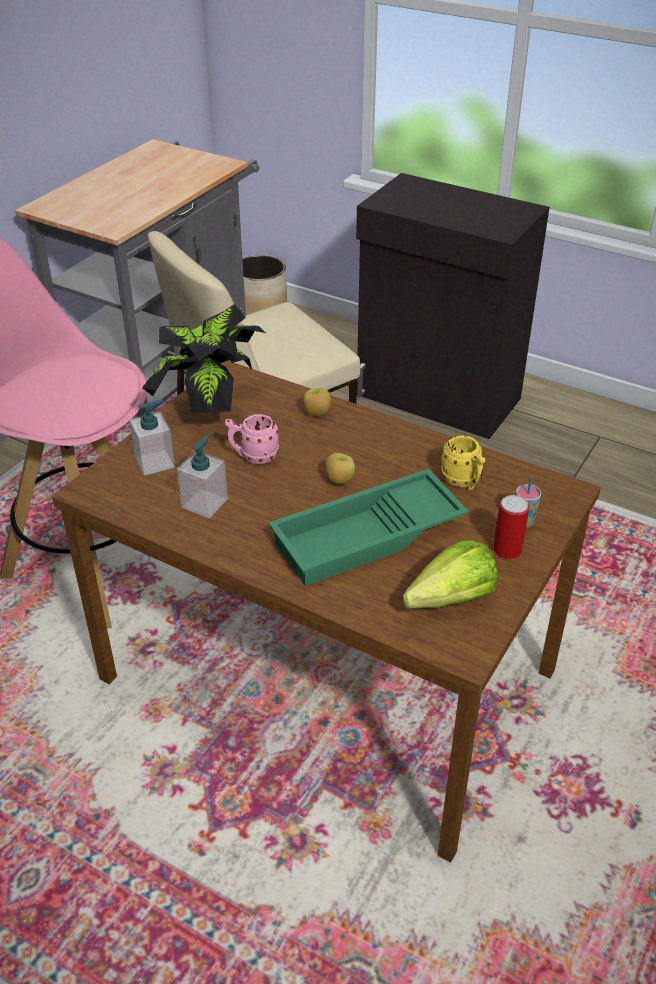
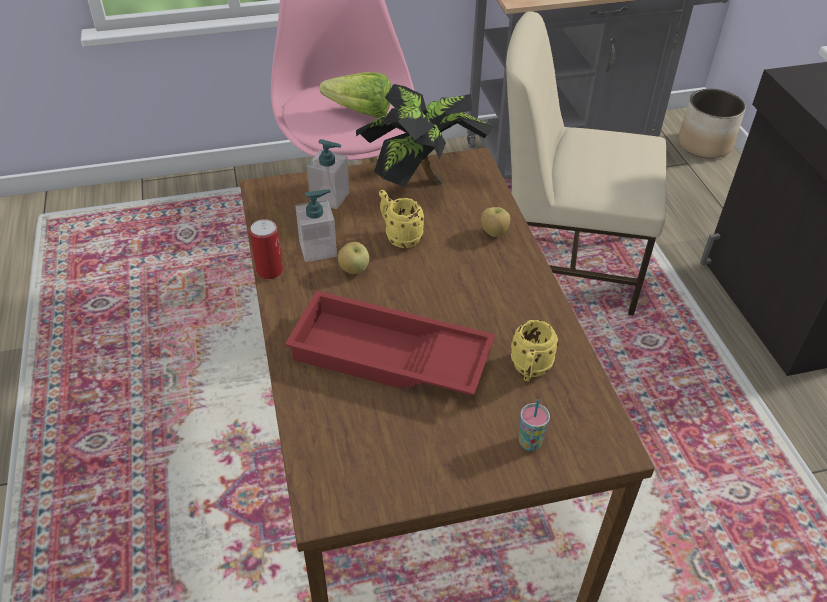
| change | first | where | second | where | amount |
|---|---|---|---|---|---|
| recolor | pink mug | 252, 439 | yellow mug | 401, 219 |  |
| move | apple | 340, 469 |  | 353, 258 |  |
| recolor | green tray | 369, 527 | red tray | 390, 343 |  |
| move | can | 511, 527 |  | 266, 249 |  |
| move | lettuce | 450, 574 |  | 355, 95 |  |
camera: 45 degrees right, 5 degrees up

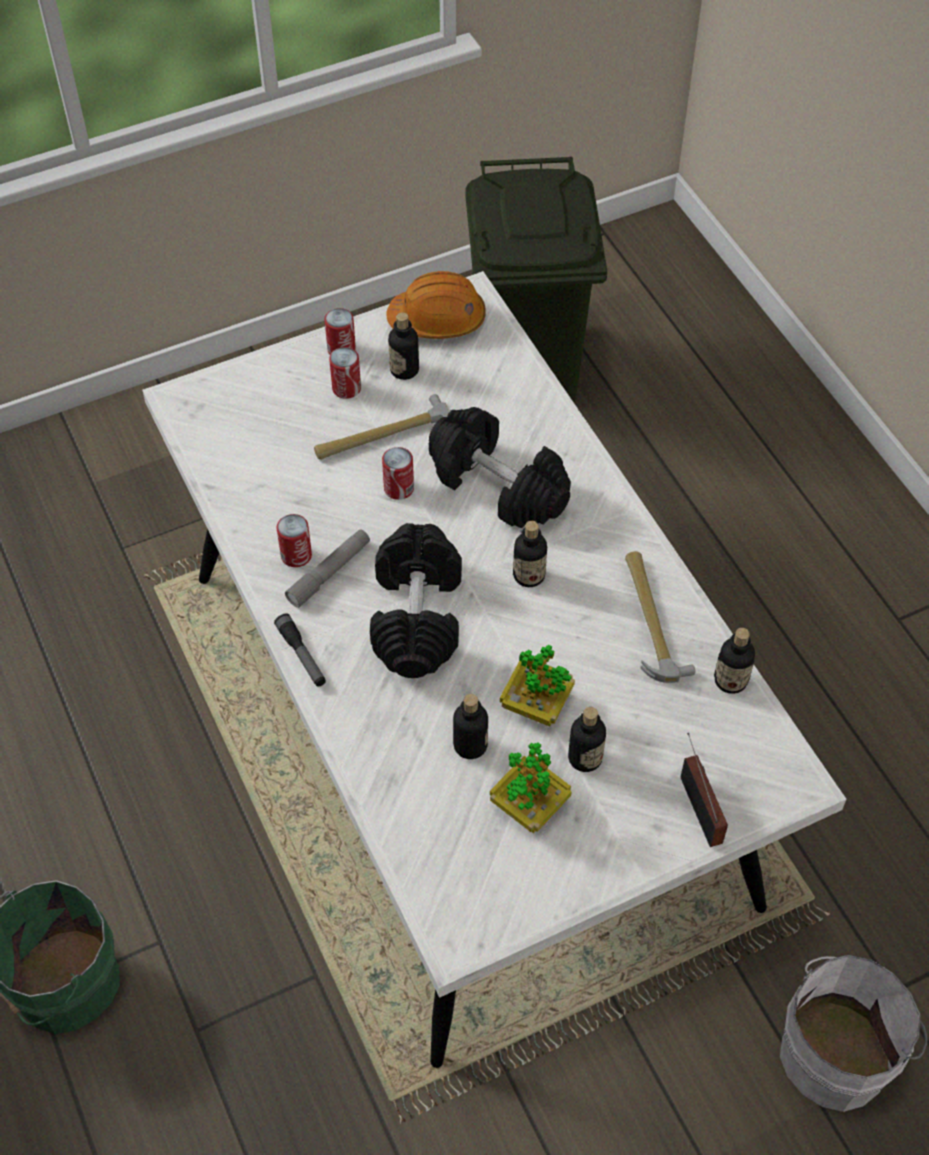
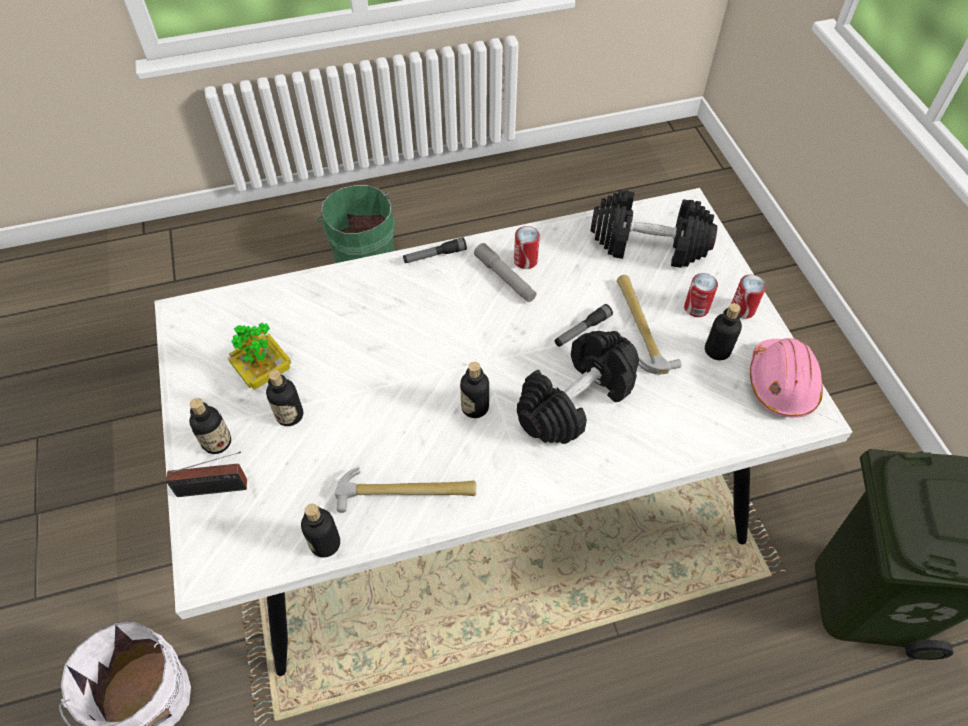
| change | first | where | second | where | amount |
|---|---|---|---|---|---|
| recolor | orange hard hat | 436, 305 | pink hard hat | 786, 378 |  |
| replace | can | 398, 473 | flashlight | 584, 325 |  |
| move | black dumbbell | 416, 600 |  | 654, 229 |  |
| delete | potted plant | 537, 685 |  |  |  |
| move | bottle | 470, 726 |  | 210, 426 |  |
camera: 100 degrees right, 0 degrees up

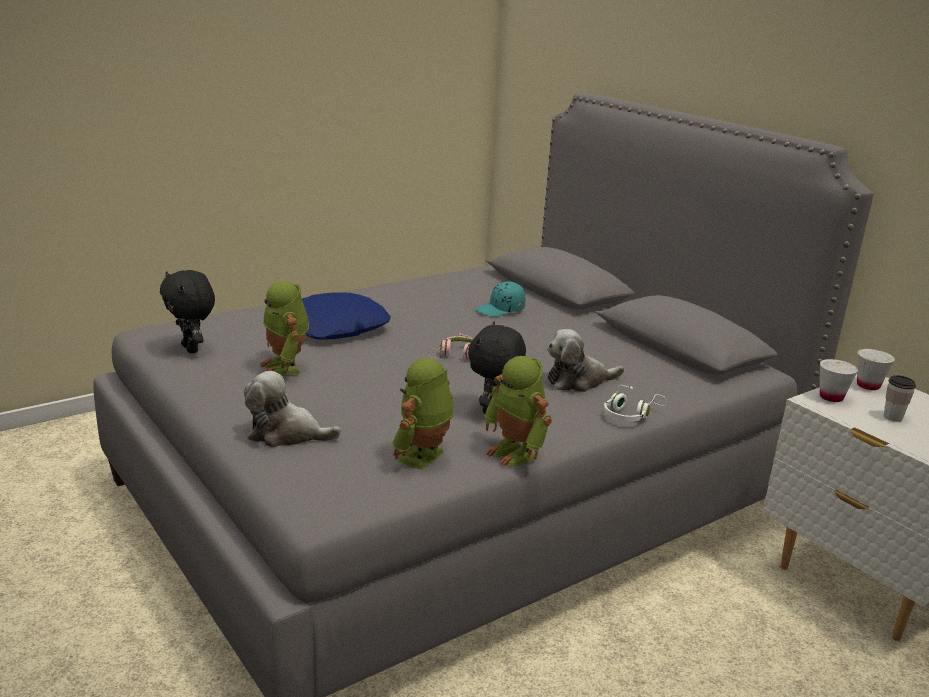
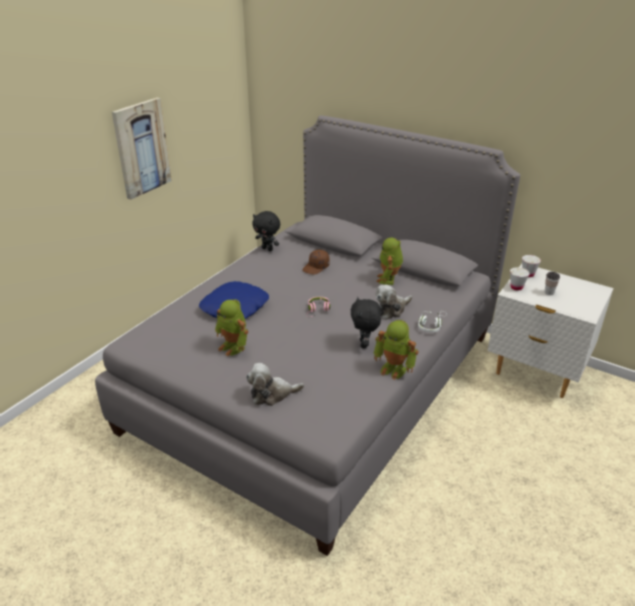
| change | first | where | second | where | amount |
|---|---|---|---|---|---|
| move | black plush toy | 187, 311 |  | 266, 231 |  |
| recolor | turquoise cap | 500, 299 | brown cap | 316, 262 |  |
| move | toy robot | 423, 414 |  | 389, 261 |  |
| insert |  |  | picture | 142, 148 |  |
camera: 20 degrees left, 10 degrees up

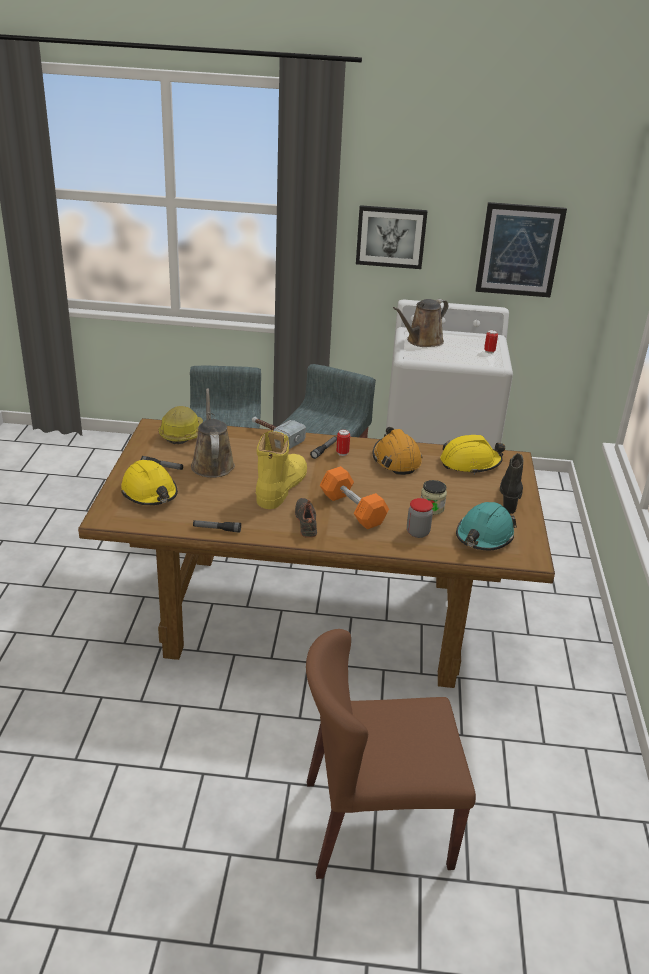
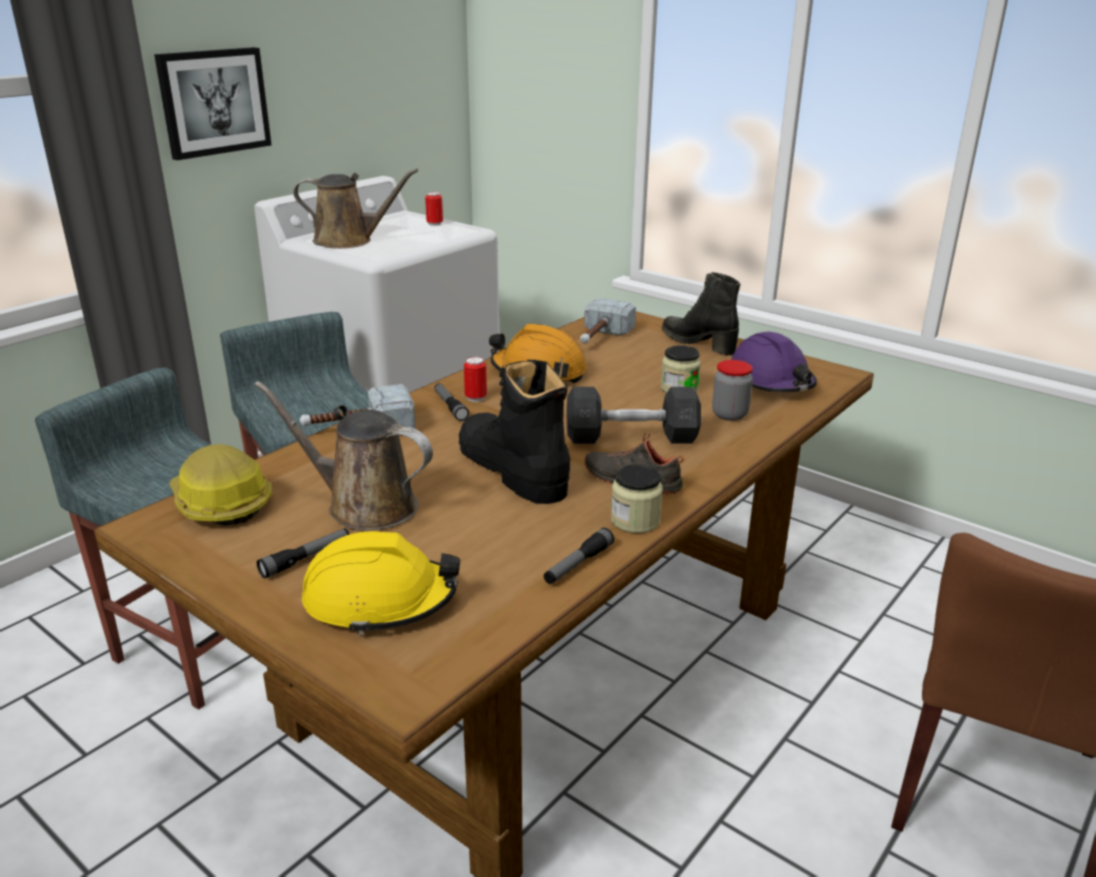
| change | first | where | second | where | amount |
|---|---|---|---|---|---|
| delete | picture | 521, 249 |  |  |  |
| rotate | brown watering can | 420, 323 |  | 355, 208 | 75 degrees counterclockwise |
| recolor | yellow boot | 281, 469 | black boot | 514, 432 |  |
| replace | yellow hard hat | 472, 454 | hammer | 608, 320 |  |
| recolor | orange dumbbell | 354, 497 | grey dumbbell | 634, 415 |  |
| recolor | turquoise hard hat | 486, 526 | purple hard hat | 774, 362 |  |
| insert |  |  | jar | 637, 498 |  |
camera: 55 degrees left, 5 degrees down

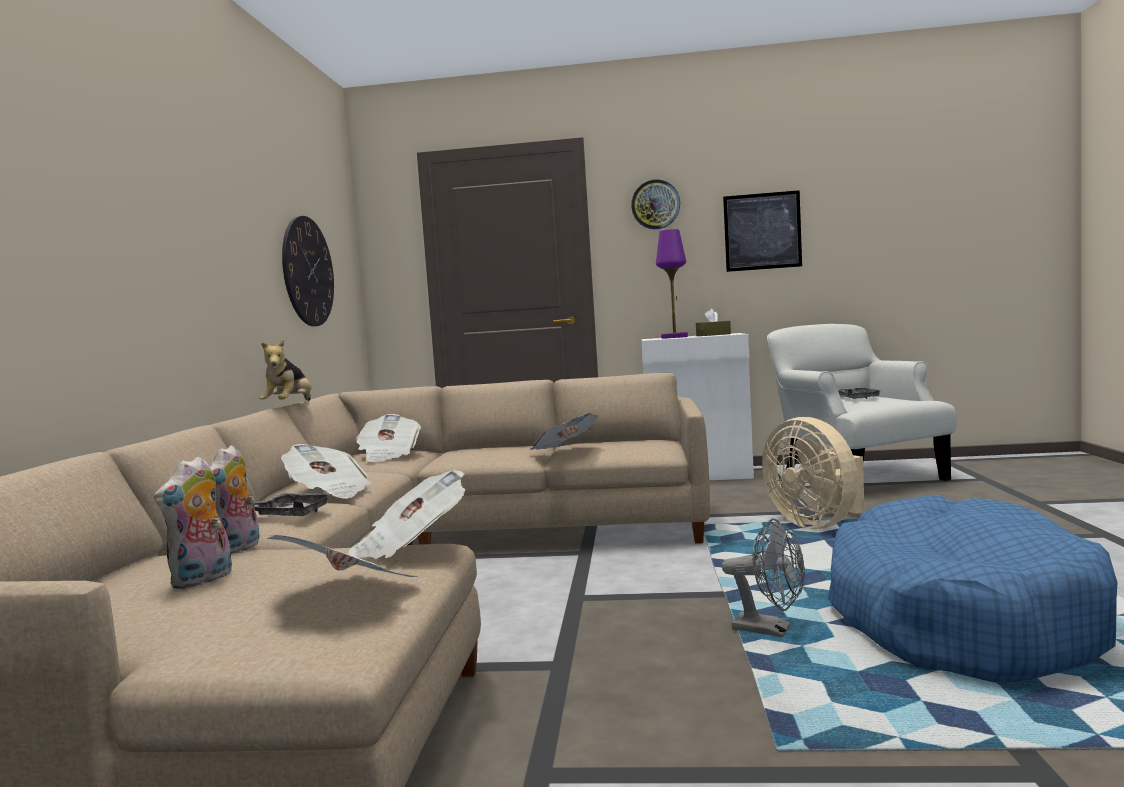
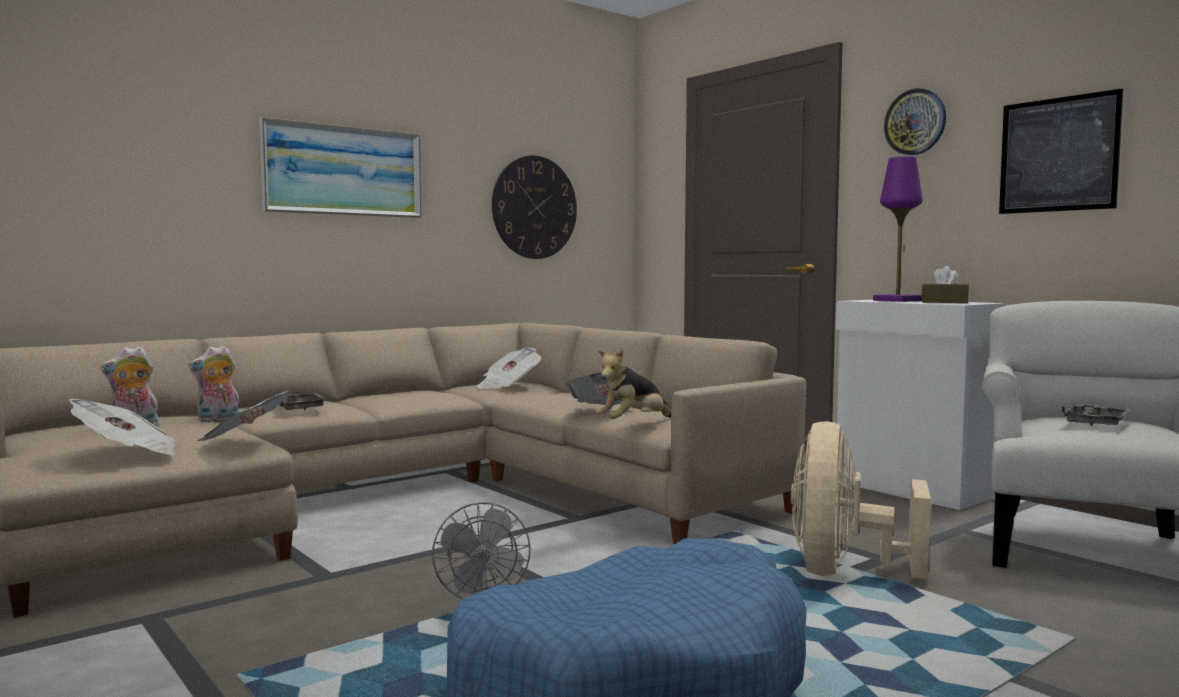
| change | first | where | second | where | amount |
|---|---|---|---|---|---|
| move | plush toy | 285, 370 |  | 633, 383 |  |
| delete | newspaper | 326, 471 |  |  |  |
| insert |  |  | picture | 340, 167 |  |
camera: 45 degrees right, 0 degrees up

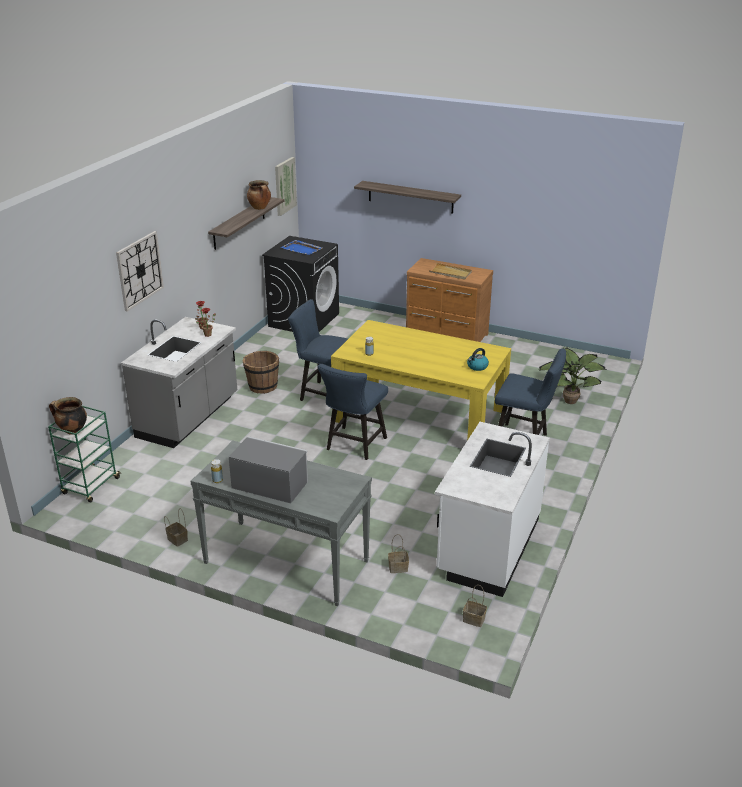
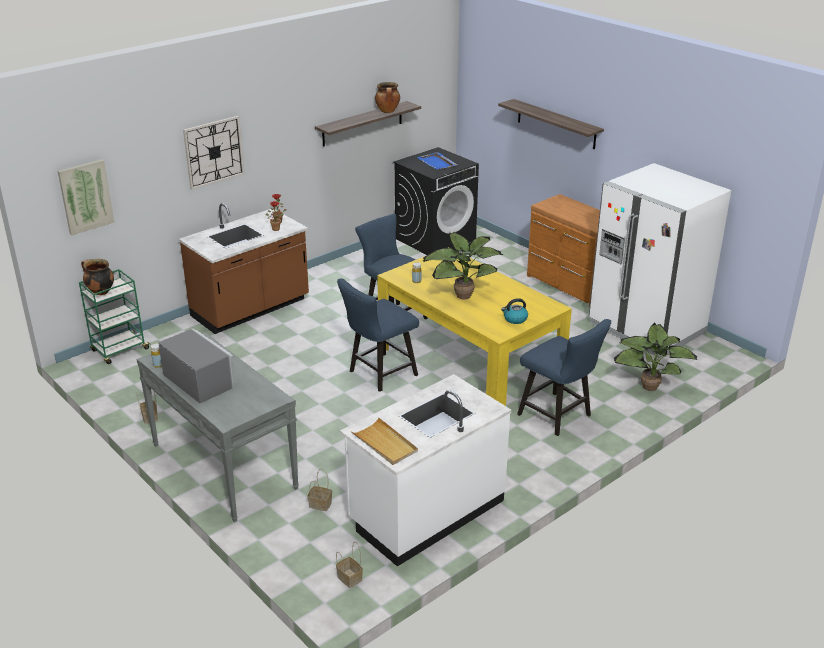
| change | first | where | second | where | amount |
|---|---|---|---|---|---|
| move | picture | 286, 186 |  | 86, 197 |  |
| move | beige tray | 450, 271 |  | 384, 441 |  |
| recolor | grey counter | 179, 382 | brown counter | 244, 268 |  |
| delete | brown bucket | 261, 372 |  |  |  |
| insert |  |  | white fridge | 660, 260 |  |
| insert |  |  | potted plant | 463, 266 |  |
camera: 25 degrees right, 0 degrees up

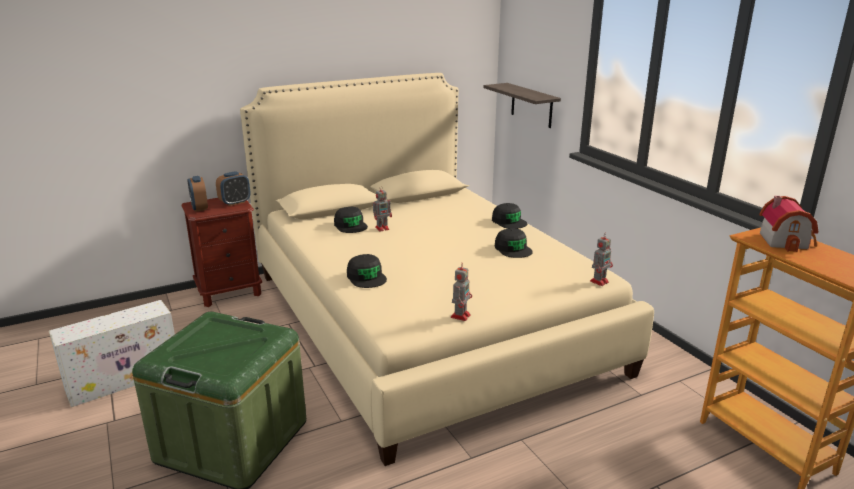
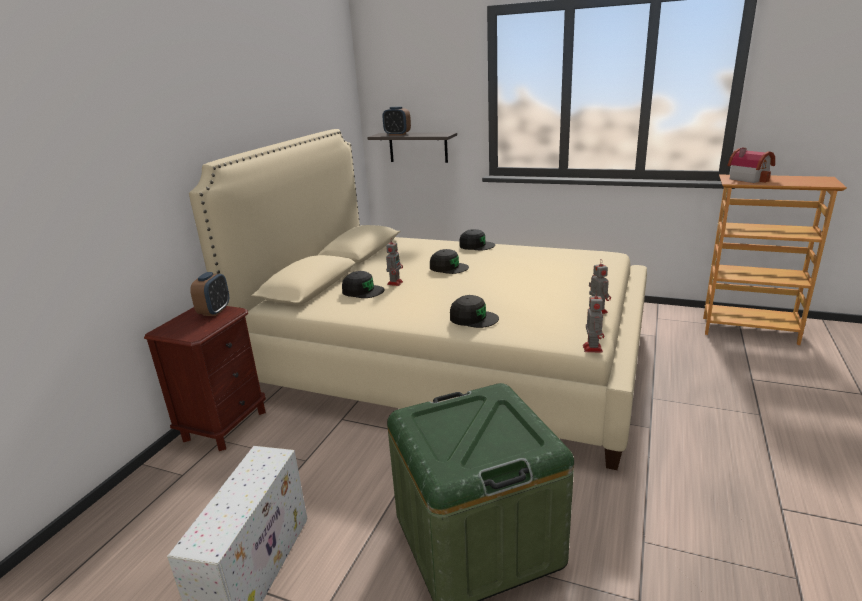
| change | first | where | second | where | amount |
|---|---|---|---|---|---|
| move | alarm clock | 197, 194 |  | 397, 121 |  |
| move | black cap | 514, 243 |  | 449, 261 |  |
| move | toy robot | 601, 259 |  | 593, 321 |  |
camera: 40 degrees left, 0 degrees up

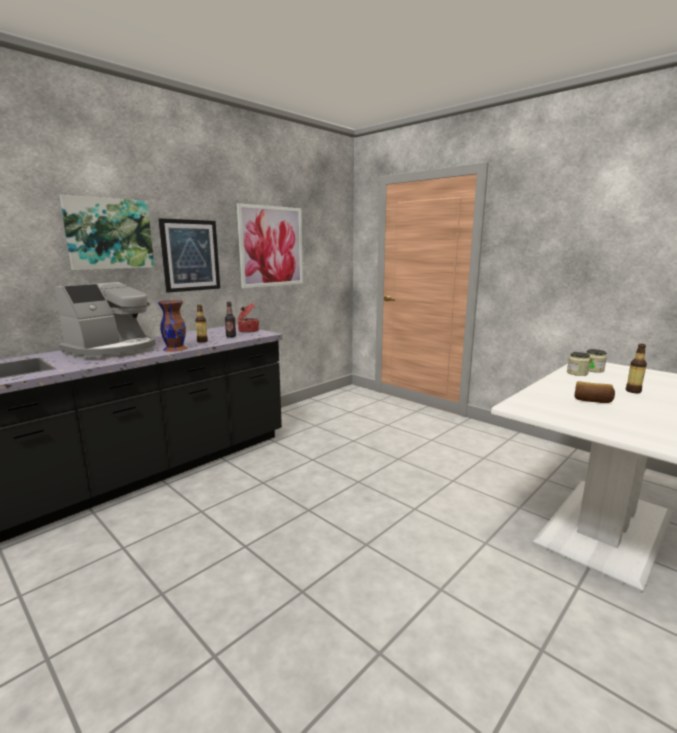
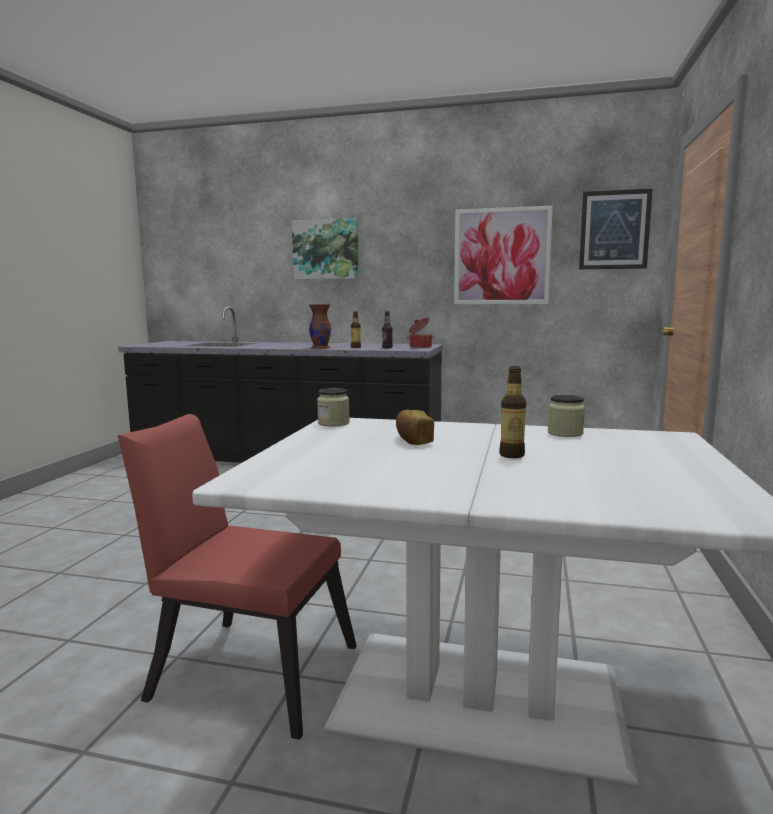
| change | first | where | second | where | amount |
|---|---|---|---|---|---|
| move | picture | 189, 255 |  | 616, 229 |  |
| delete | coffee machine | 105, 320 |  |  |  |
| move | jar | 597, 361 |  | 333, 407 |  |
| insert |  |  | red chair | 237, 577 |  |
camera: 60 degrees right, 5 degrees down

